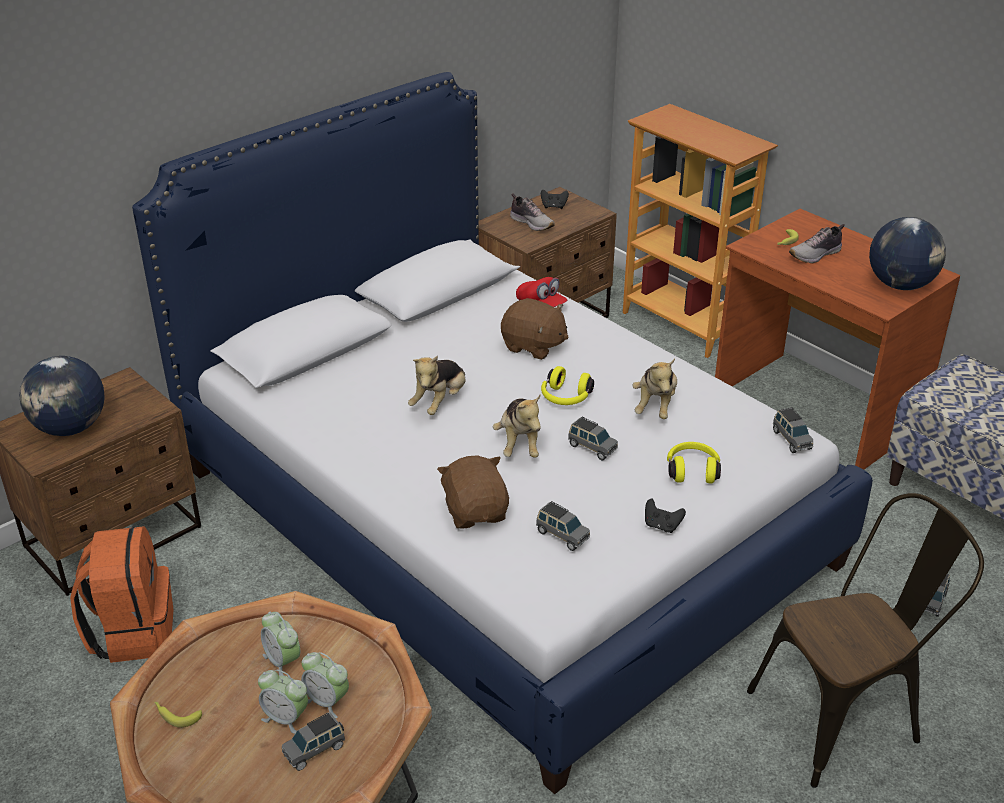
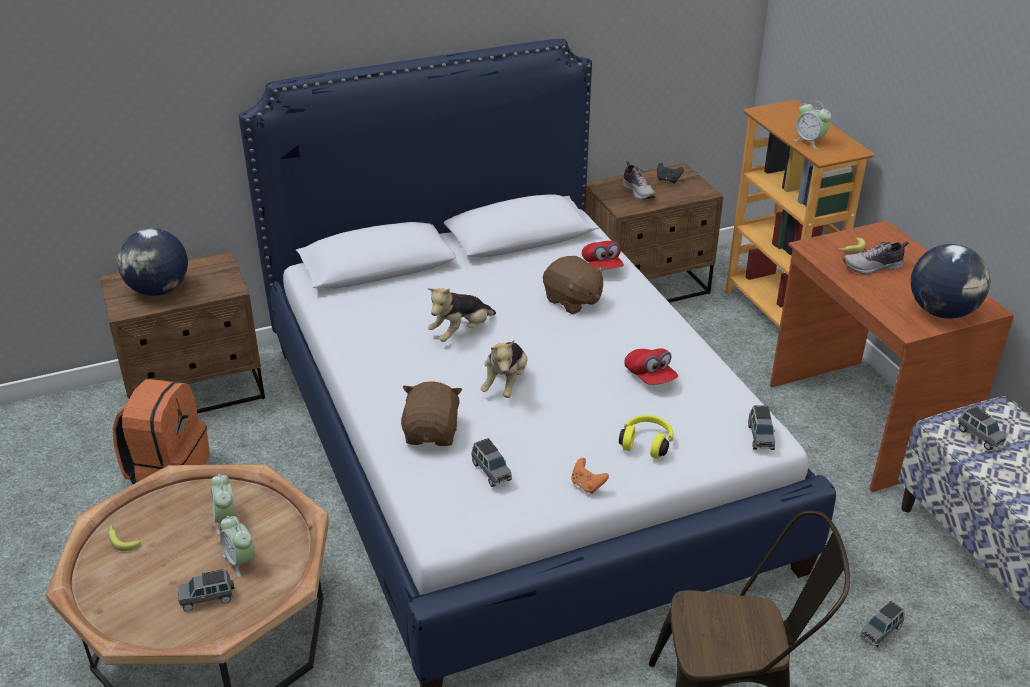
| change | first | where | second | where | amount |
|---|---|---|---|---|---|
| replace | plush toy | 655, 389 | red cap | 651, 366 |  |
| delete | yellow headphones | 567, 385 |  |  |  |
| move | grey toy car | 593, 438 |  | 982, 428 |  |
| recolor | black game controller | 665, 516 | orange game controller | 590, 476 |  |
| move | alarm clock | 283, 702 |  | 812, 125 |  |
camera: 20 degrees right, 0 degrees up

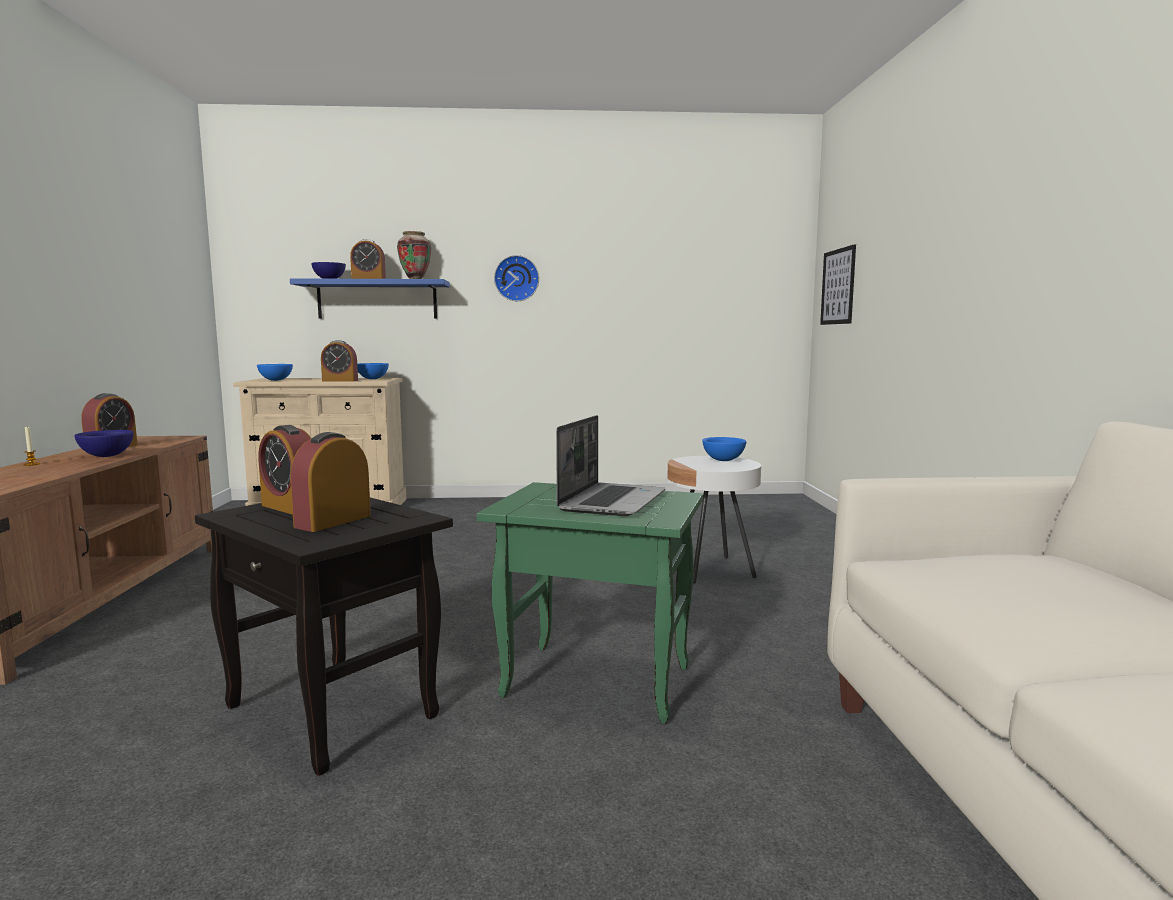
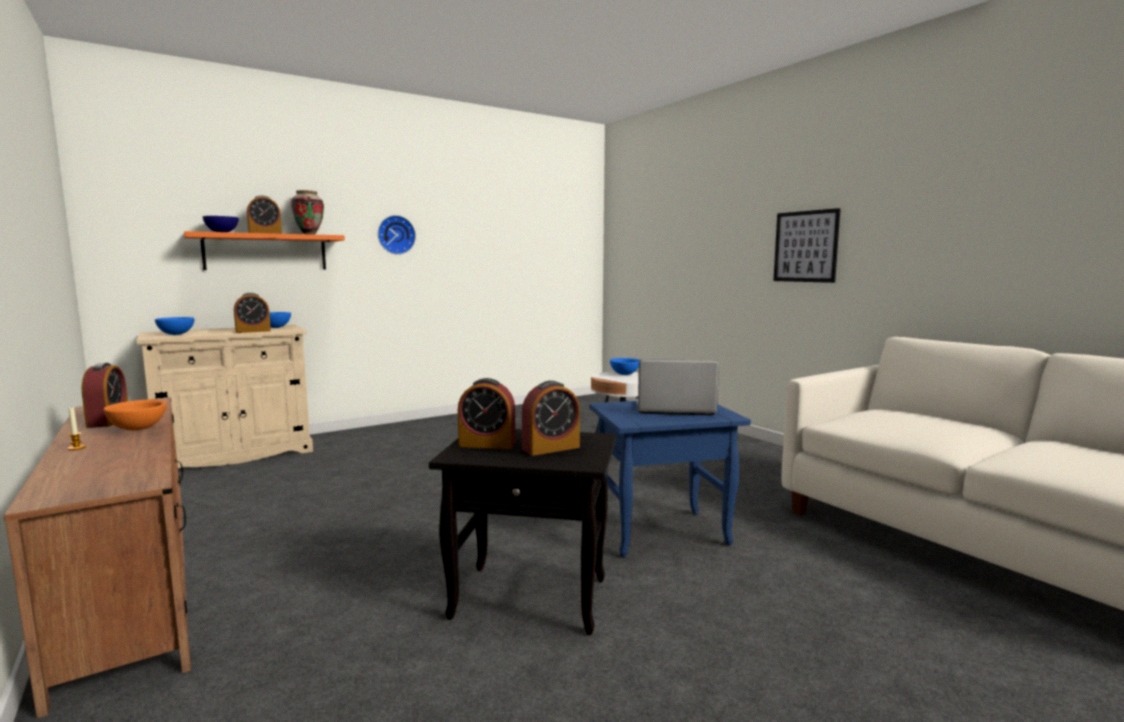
| change | first | where | second | where | amount |
|---|---|---|---|---|---|
| move | picture | 838, 284 |  | 807, 245 |  |
| recolor | blue shelf | 370, 298 | orange shelf | 264, 250 |  |
| rotate | laptop | 611, 465 |  | 678, 387 | 75 degrees counterclockwise |
| recolor | blue bowl | 104, 443 | orange bowl | 135, 415 |  |
| rotate | alarm clock | 330, 482 |  | 551, 418 | 120 degrees counterclockwise |
| recolor | green side table | 590, 603 | blue side table | 670, 479 |  |
camera: 30 degrees left, 0 degrees up

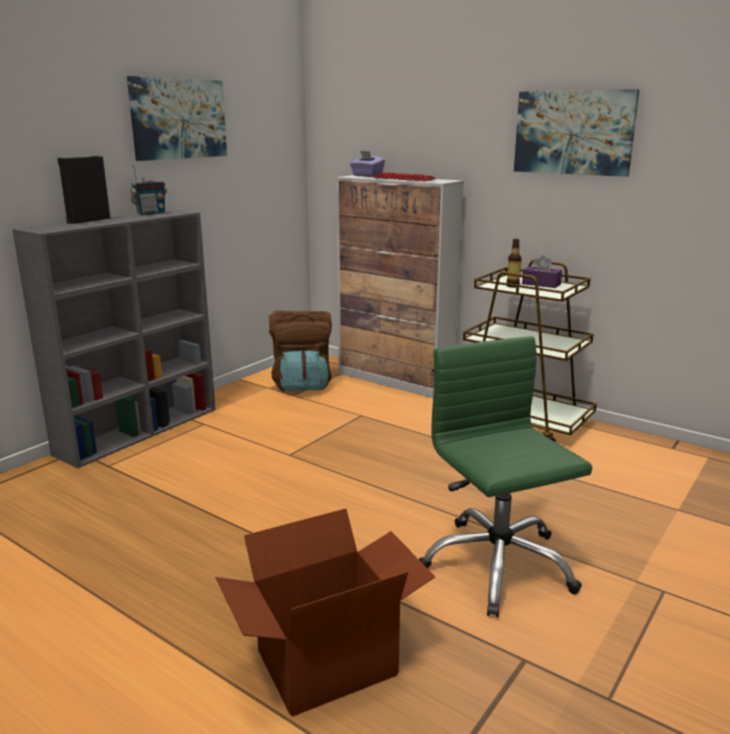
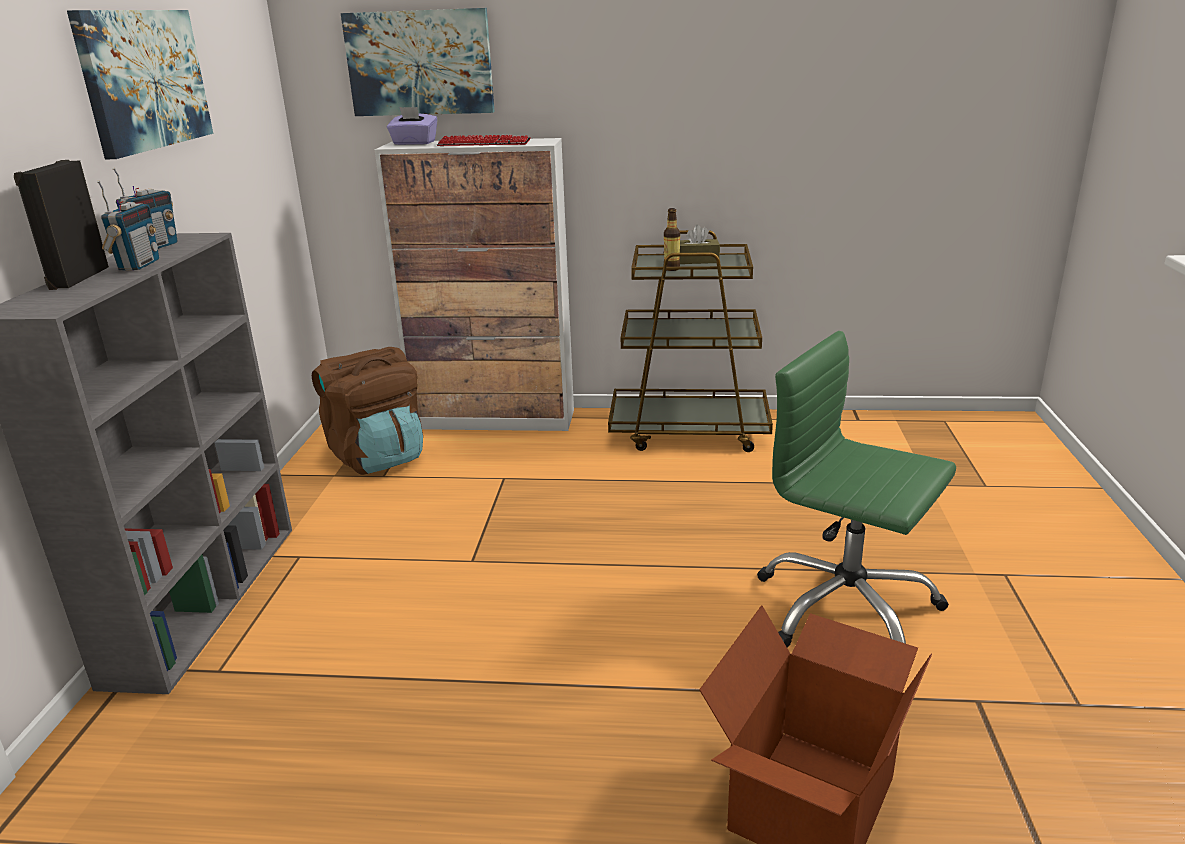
| change | first | where | second | where | amount |
|---|---|---|---|---|---|
| move | picture | 577, 133 |  | 418, 62 |  |
| recolor | purple tissue box | 542, 271 | brown tissue box | 700, 244 |  |
| insert |  |  | radio | 128, 225 |  |
camera: 30 degrees left, 5 degrees up

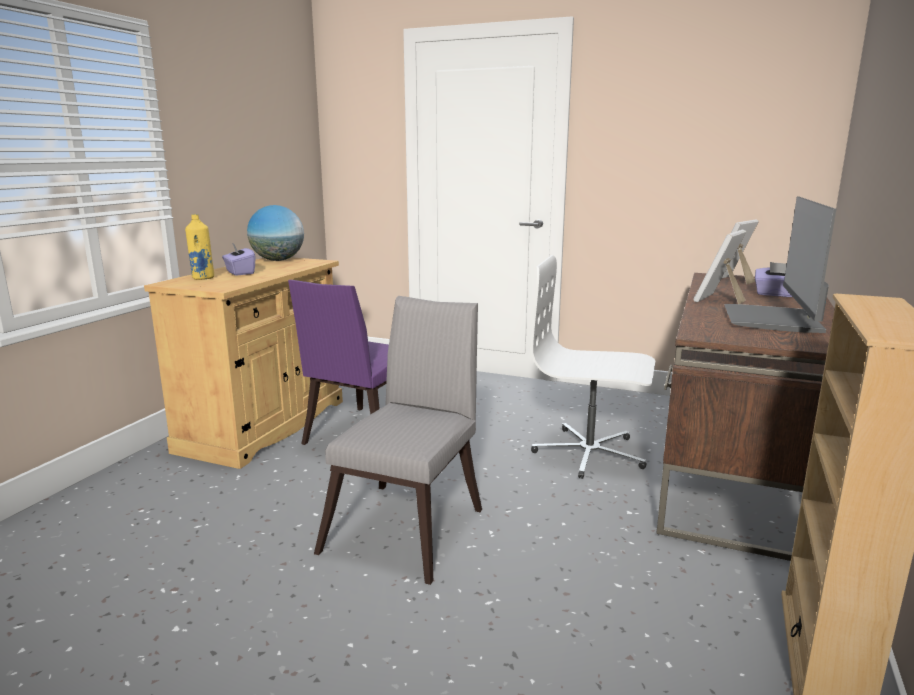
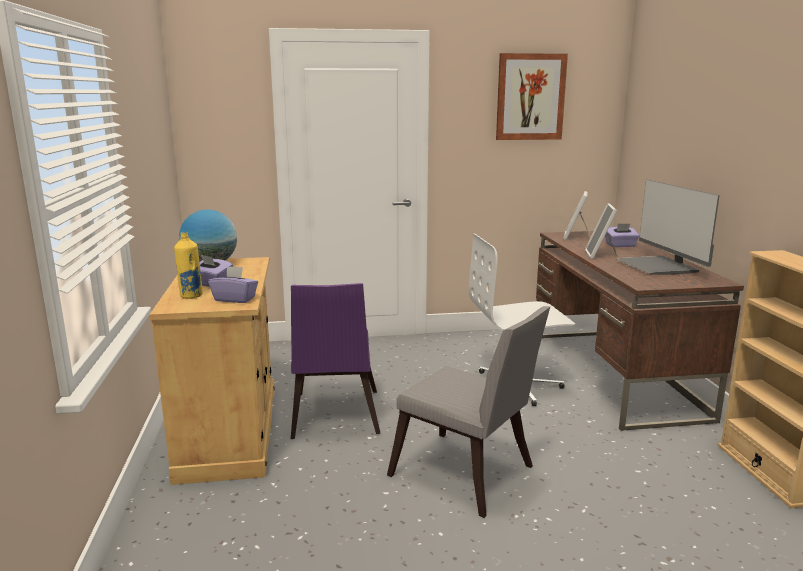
| change | first | where | second | where | amount |
|---|---|---|---|---|---|
| rotate | grey chair | 398, 440 |  | 468, 412 | 135 degrees clockwise |
| insert |  |  | picture | 532, 96 |  |
| insert |  |  | purple tissue box | 233, 284 |  |
camera: 30 degrees left, 0 degrees up

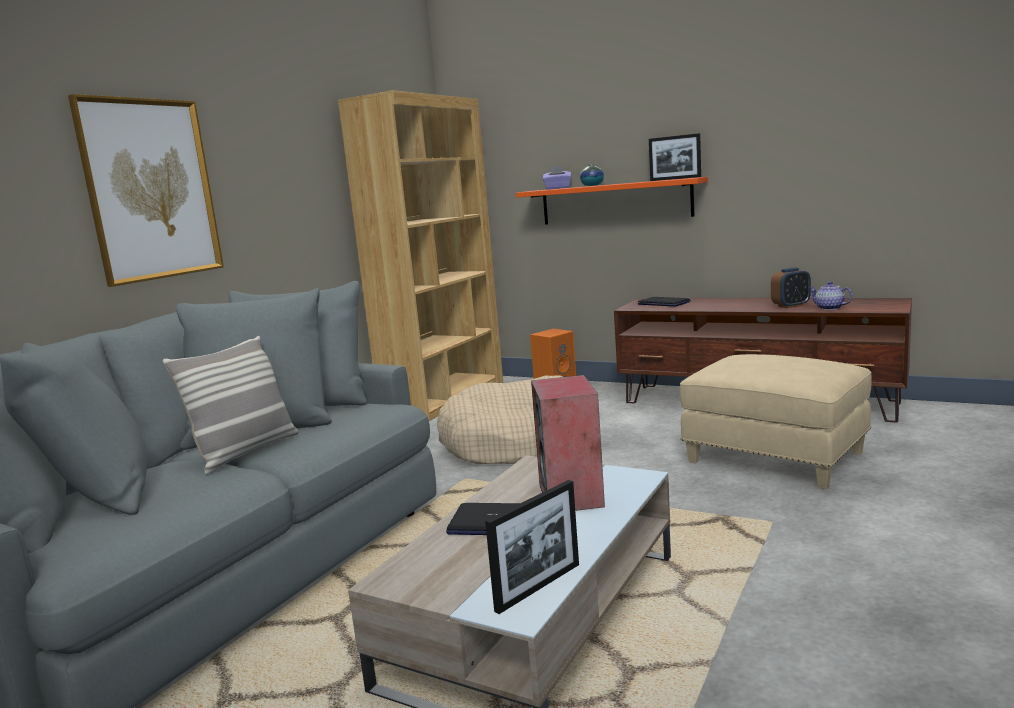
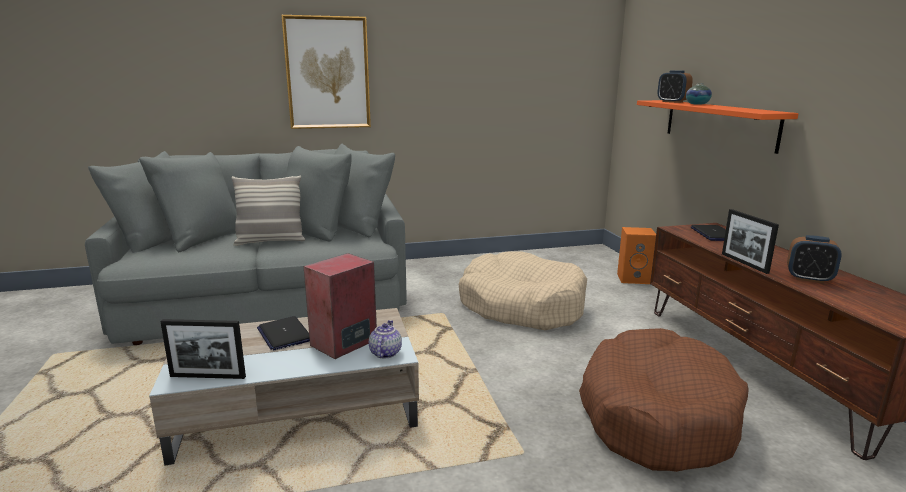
| change | first | where | second | where | amount |
|---|---|---|---|---|---|
| delete | brown bookcase | 420, 255 |  |  |  |
| move | picture frame | 675, 157 |  | 750, 241 |  |
| replace | purple tissue box | 557, 177 | alarm clock | 675, 86 |  |
| move | teapot | 831, 296 |  | 385, 339 |  |
| replace | beige ottoman | 776, 421 | brown dog bed | 664, 400 |  |
camera: 45 degrees right, 5 degrees up

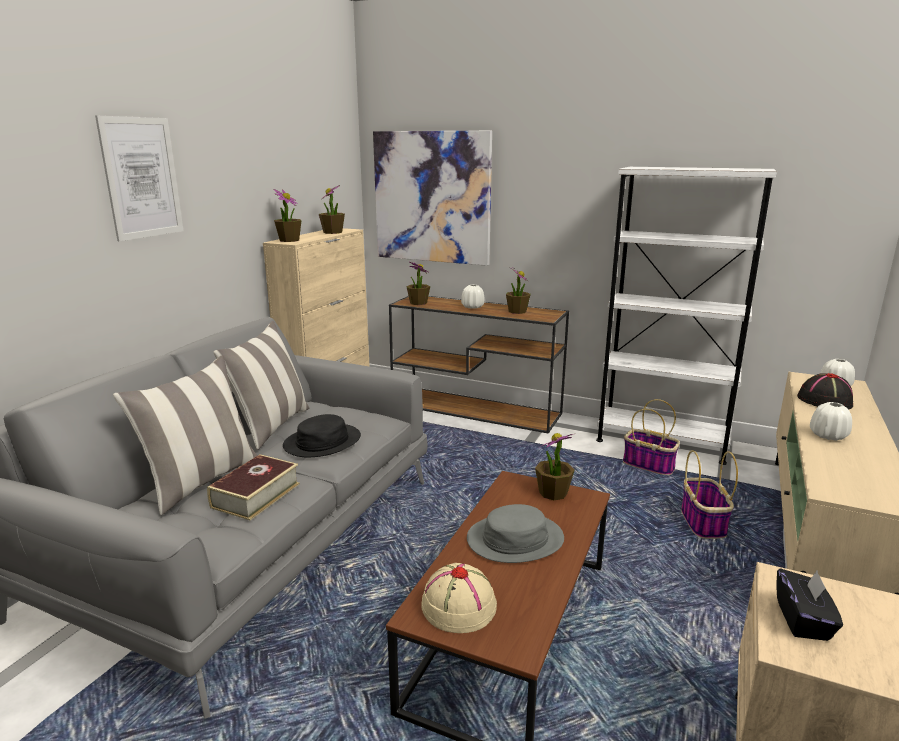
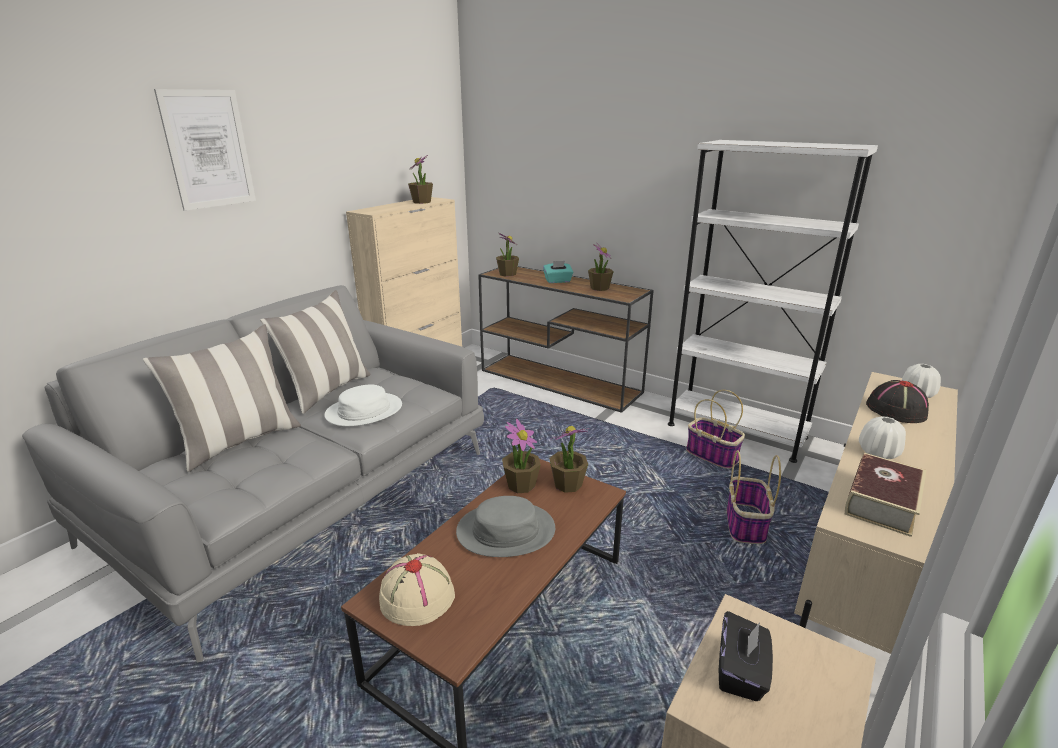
| change | first | where | second | where | amount |
|---|---|---|---|---|---|
| delete | picture | 432, 198 |  |  |  |
| move | potted plant | 287, 215 |  | 521, 456 |  |
| replace | white vase | 473, 296 | turquoise tissue box | 558, 272 |  |
| recolor | black hat | 322, 435 | white hat | 363, 405 |  |
| move | book | 253, 487 |  | 885, 495 |  |
camera: 10 degrees right, 5 degrees up

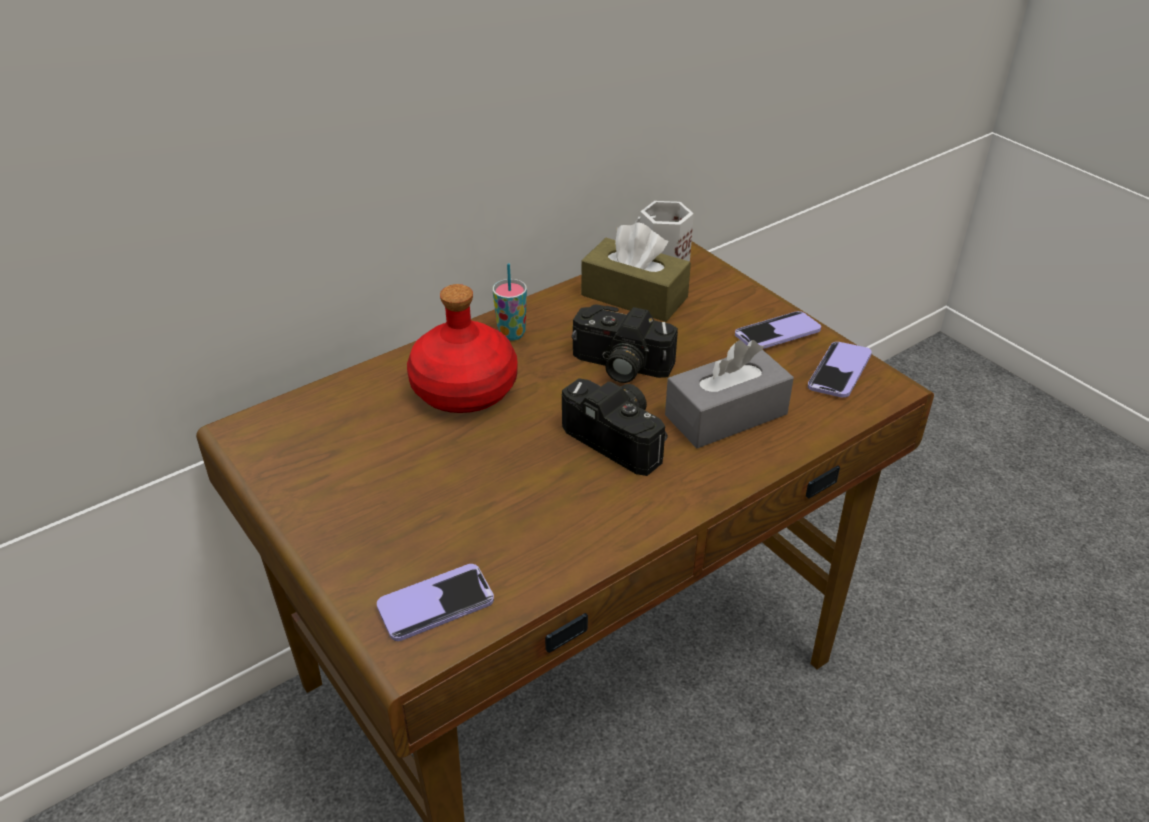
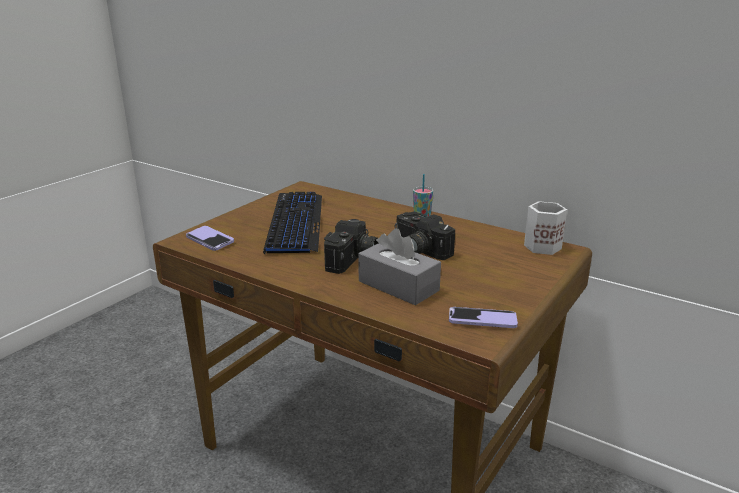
| change | first | where | second | where | amount |
|---|---|---|---|---|---|
| delete | brown tissue box | 636, 272 |  |  |  |
| delete | red bottle | 462, 348 |  |  |  |
| rotate | photo camera | 625, 343 |  | 425, 236 | 45 degrees counterclockwise |
| delete | phone | 778, 330 |  |  |  |
| insert |  |  | keyboard | 292, 223 |  |
camera: 70 degrees right, 15 degrees down

